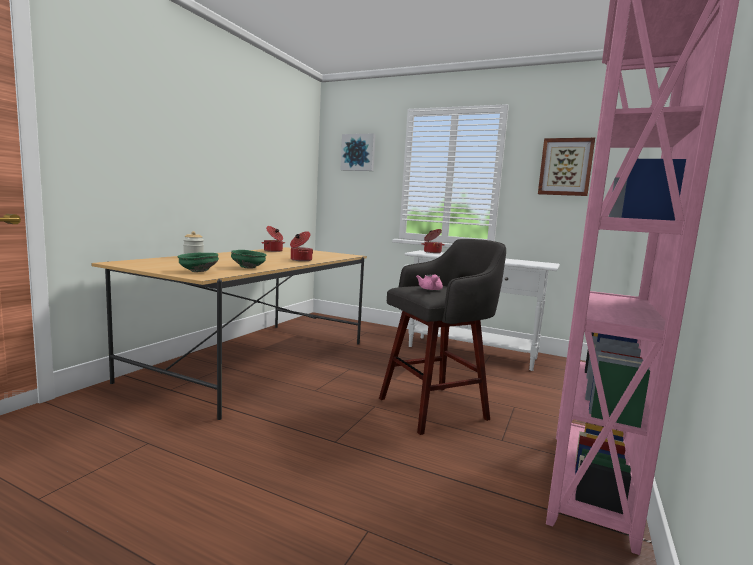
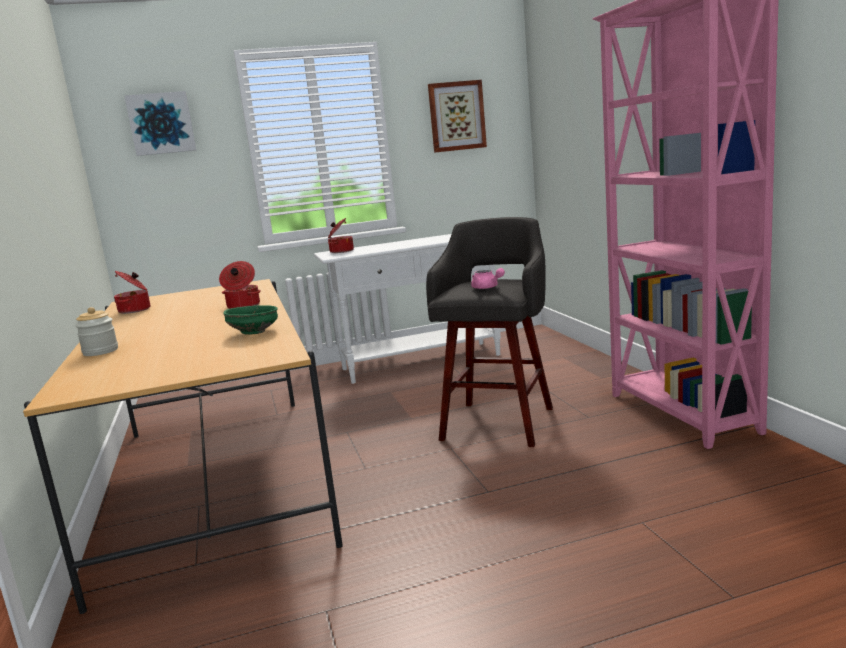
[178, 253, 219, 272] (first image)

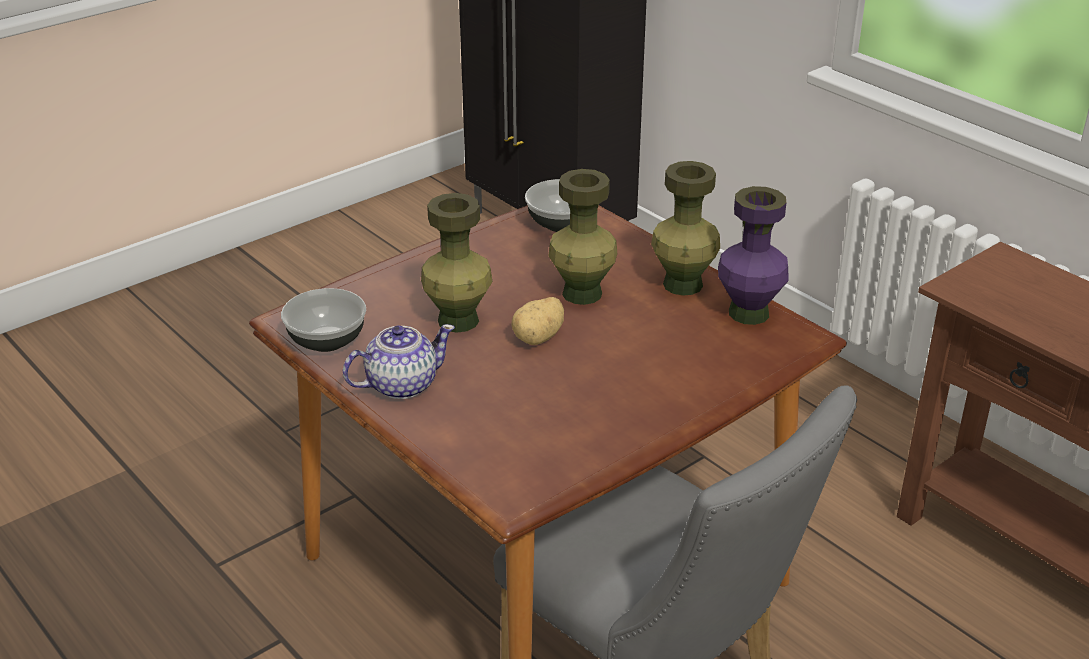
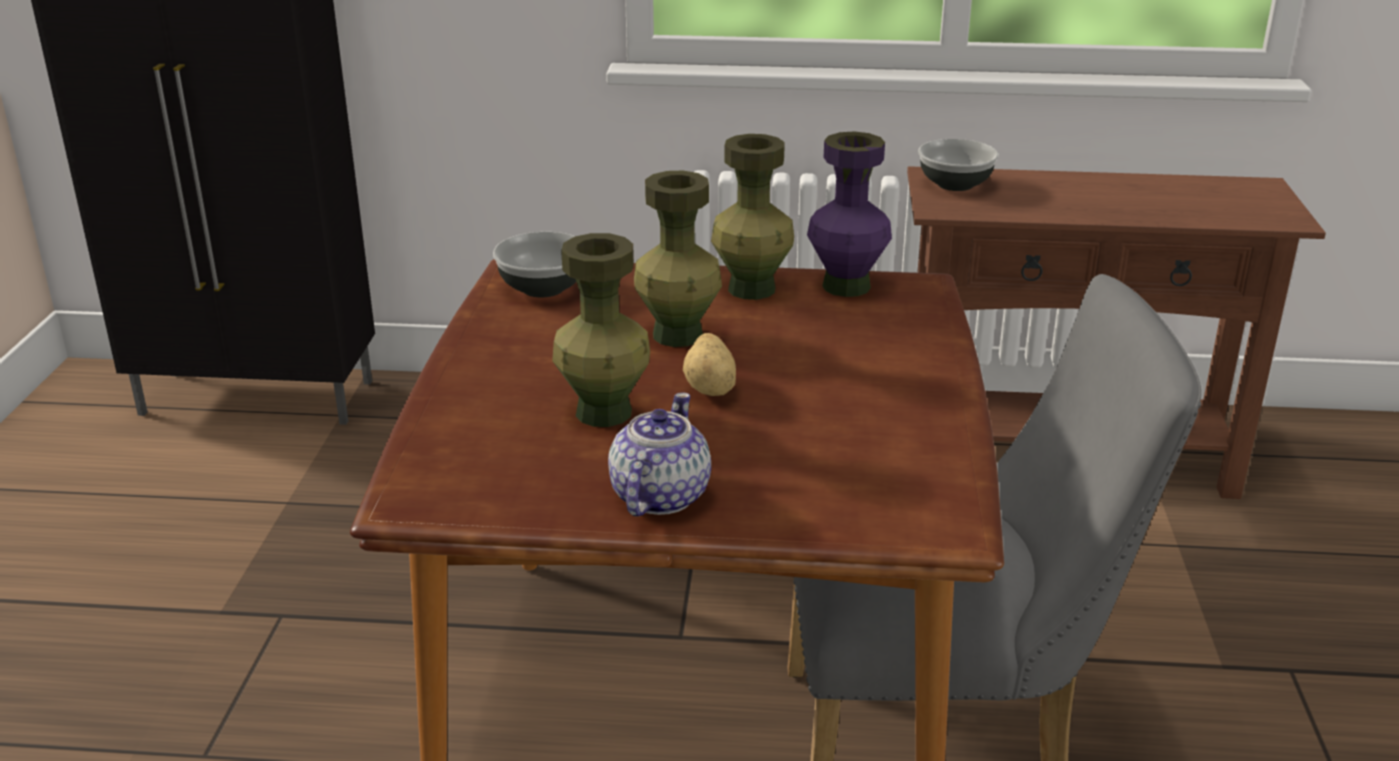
[918, 139, 999, 191]

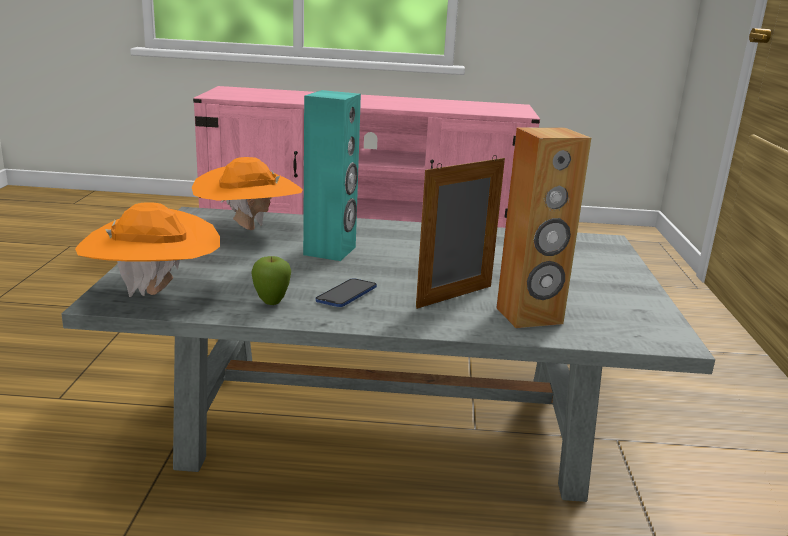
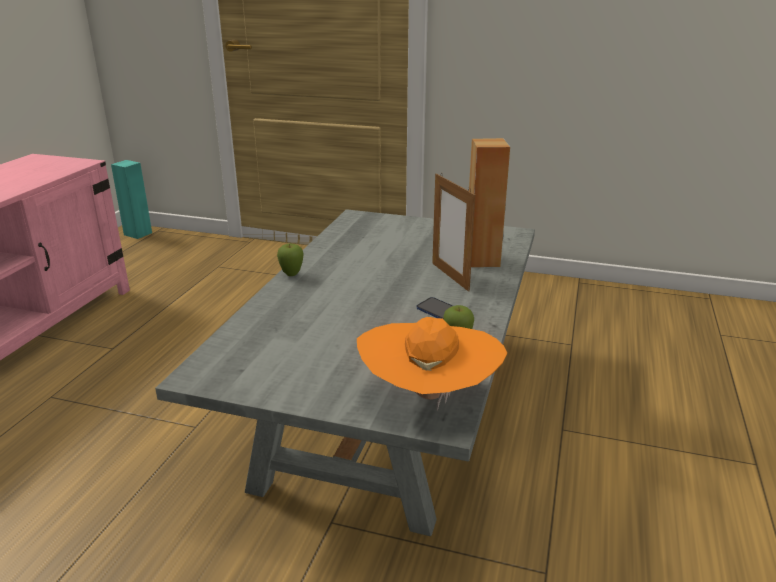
[111, 160, 152, 239]
[277, 244, 304, 276]
[192, 157, 303, 230] (first image)

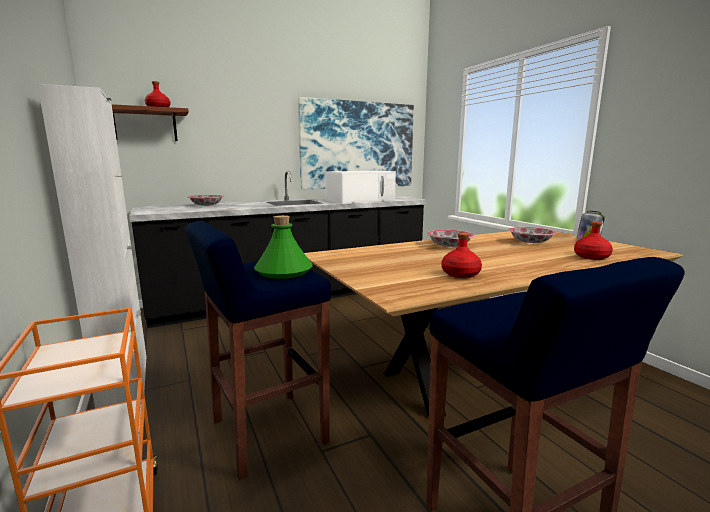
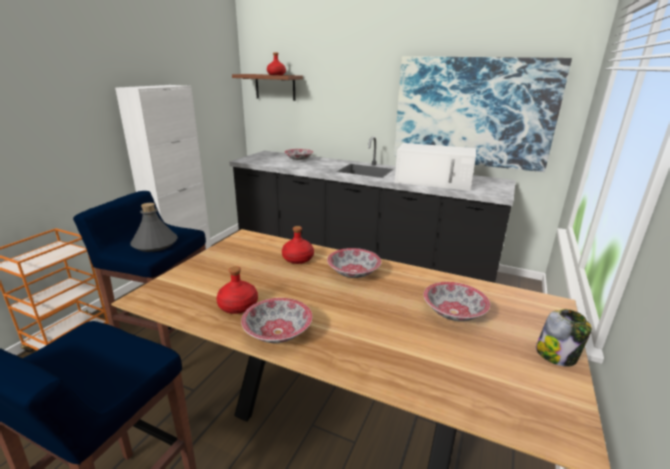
[130, 203, 178, 252]
[241, 298, 312, 343]
[282, 226, 314, 264]

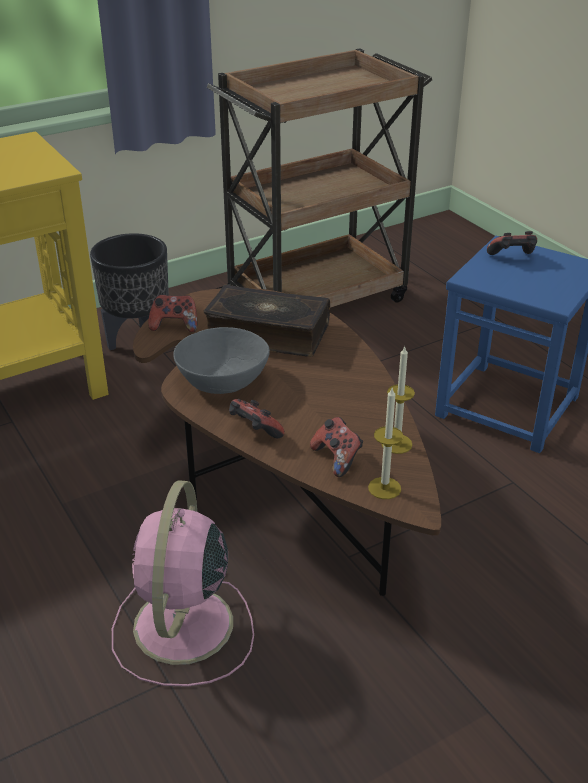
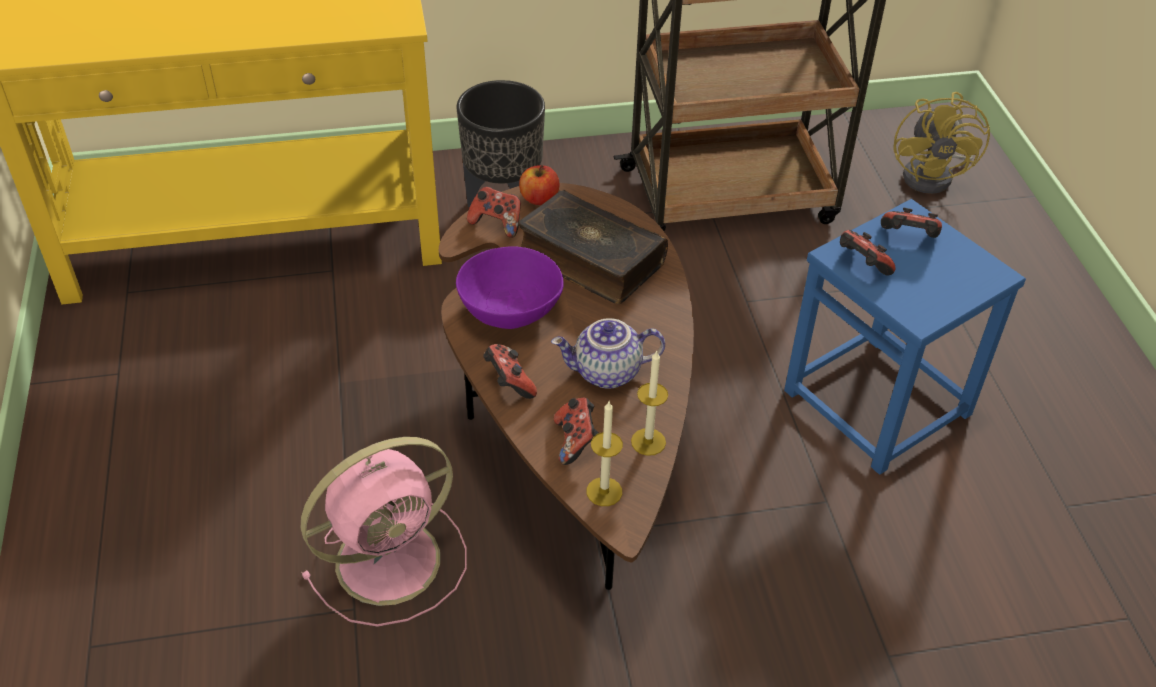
[301, 437, 467, 627]
[456, 246, 564, 329]
[519, 165, 559, 205]
[551, 318, 665, 389]
[840, 230, 896, 276]
[893, 92, 990, 194]

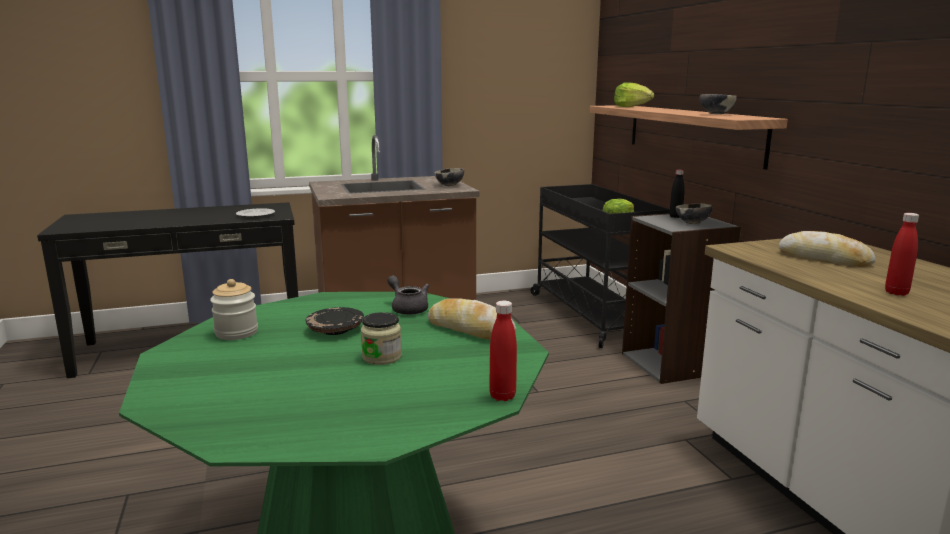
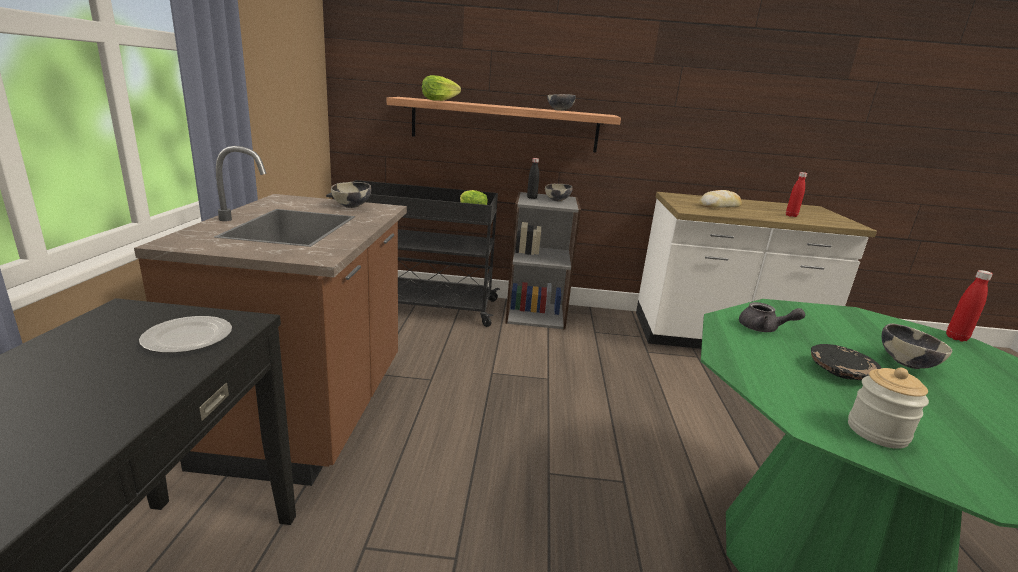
[739, 302, 805, 332]
[882, 324, 953, 369]
[428, 299, 516, 340] (first image)

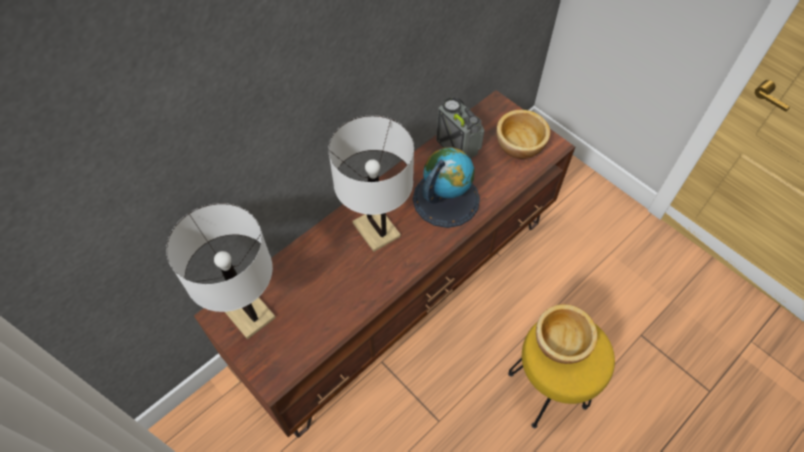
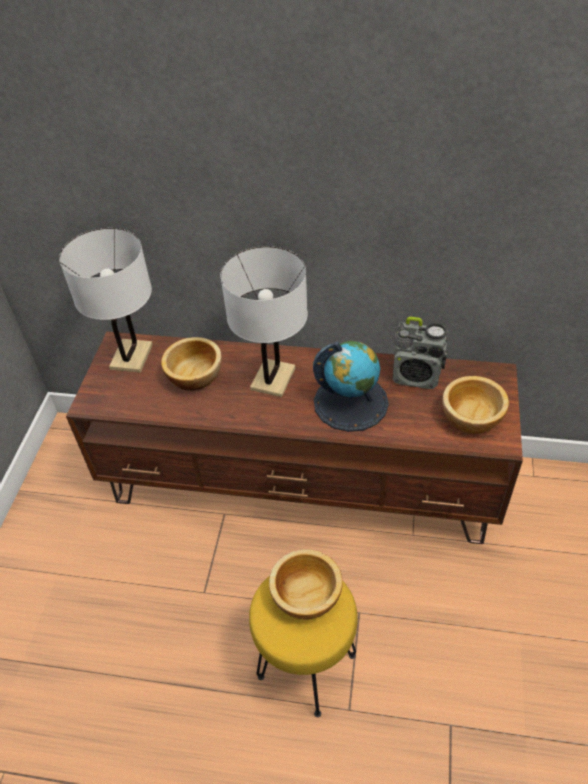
[161, 337, 222, 391]
[393, 317, 448, 389]

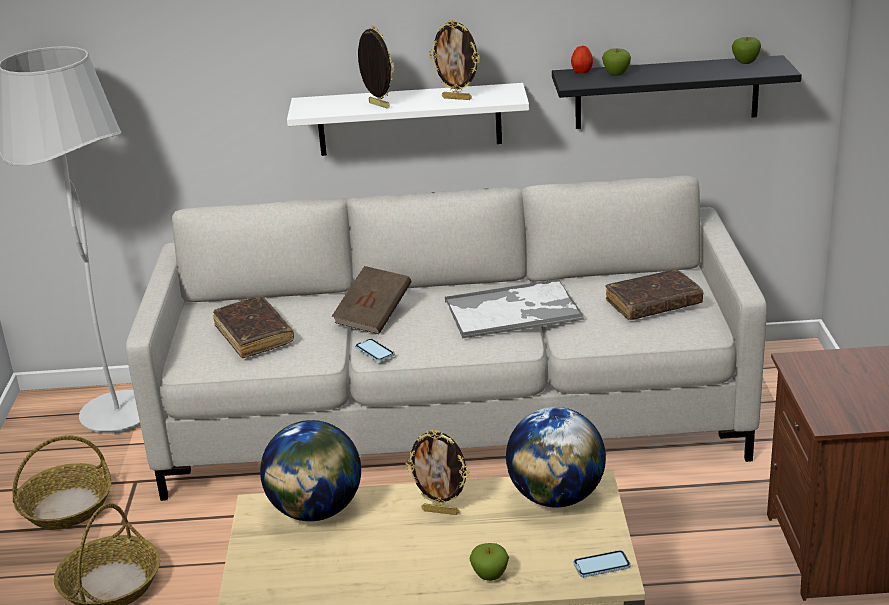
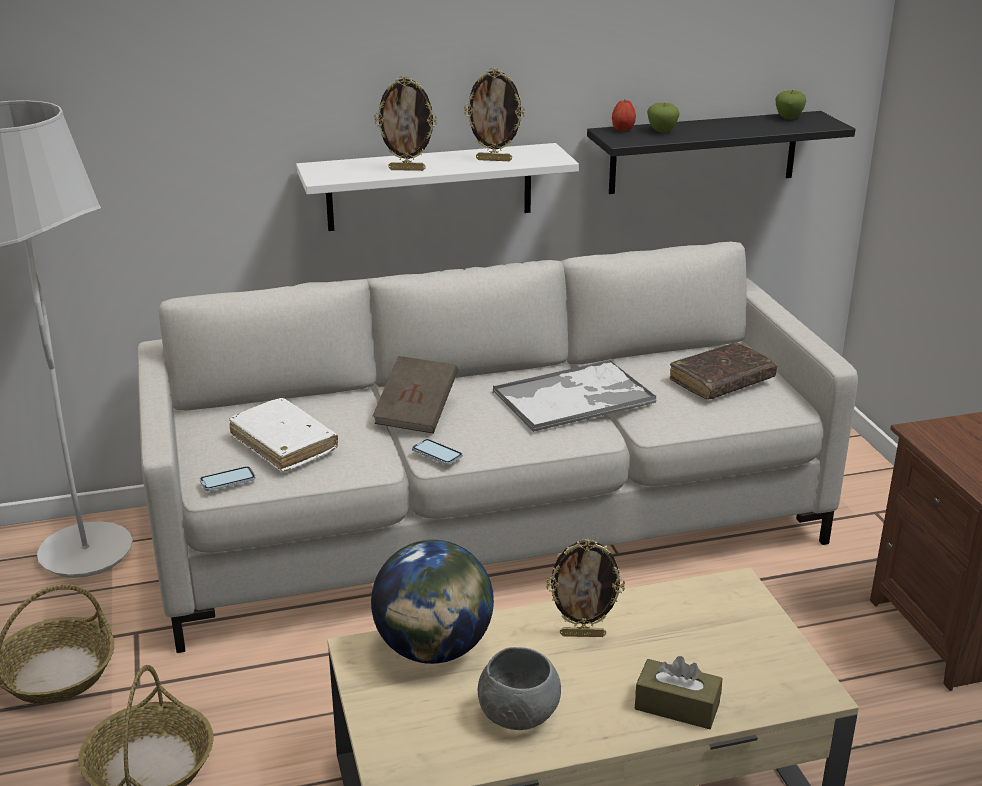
[200, 466, 256, 491]
[229, 398, 338, 472]
[374, 76, 437, 171]
[478, 647, 561, 730]
[635, 656, 722, 729]
[506, 407, 606, 507] (first image)

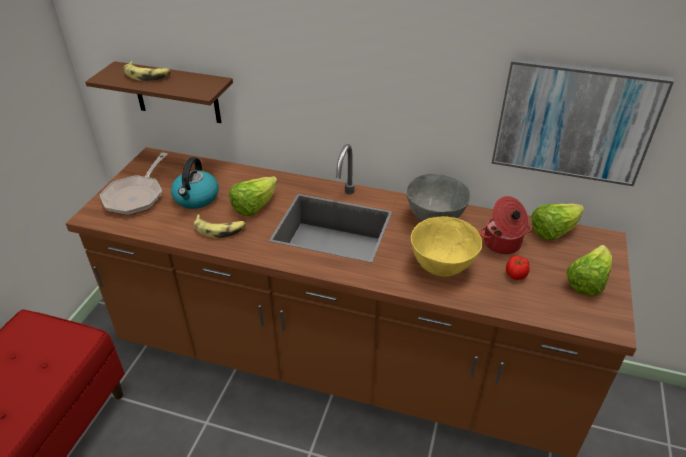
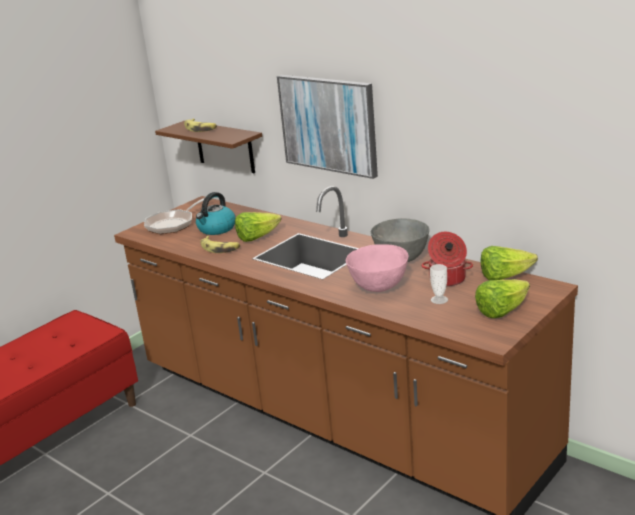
[277, 75, 378, 179]
[346, 244, 409, 292]
[430, 264, 448, 304]

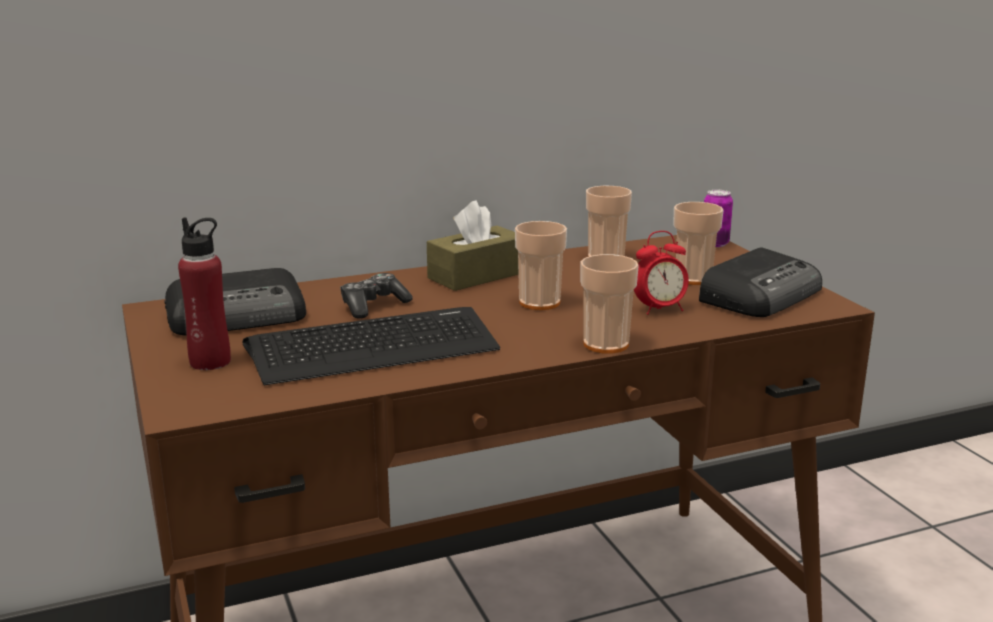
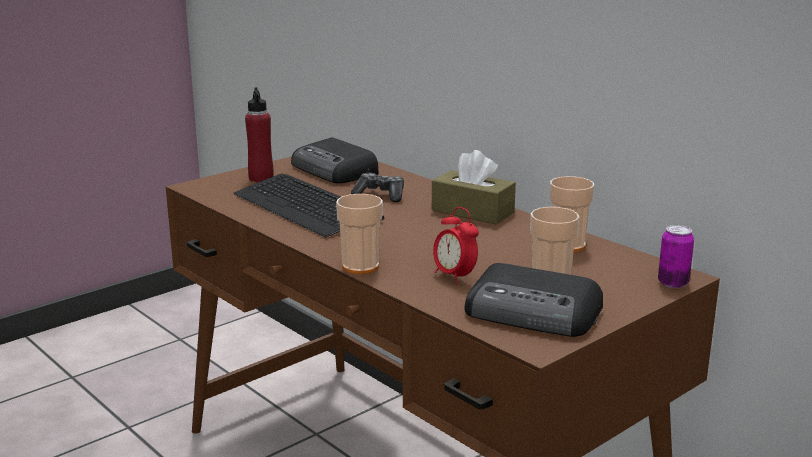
[515, 221, 567, 310] (first image)

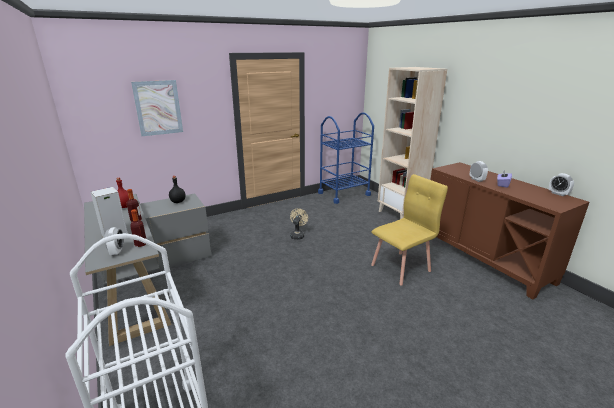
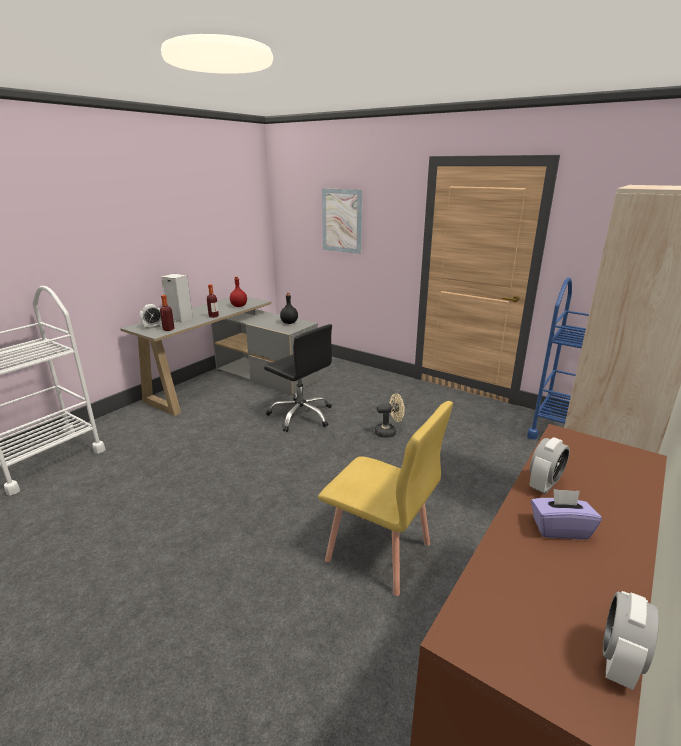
[264, 324, 332, 432]

